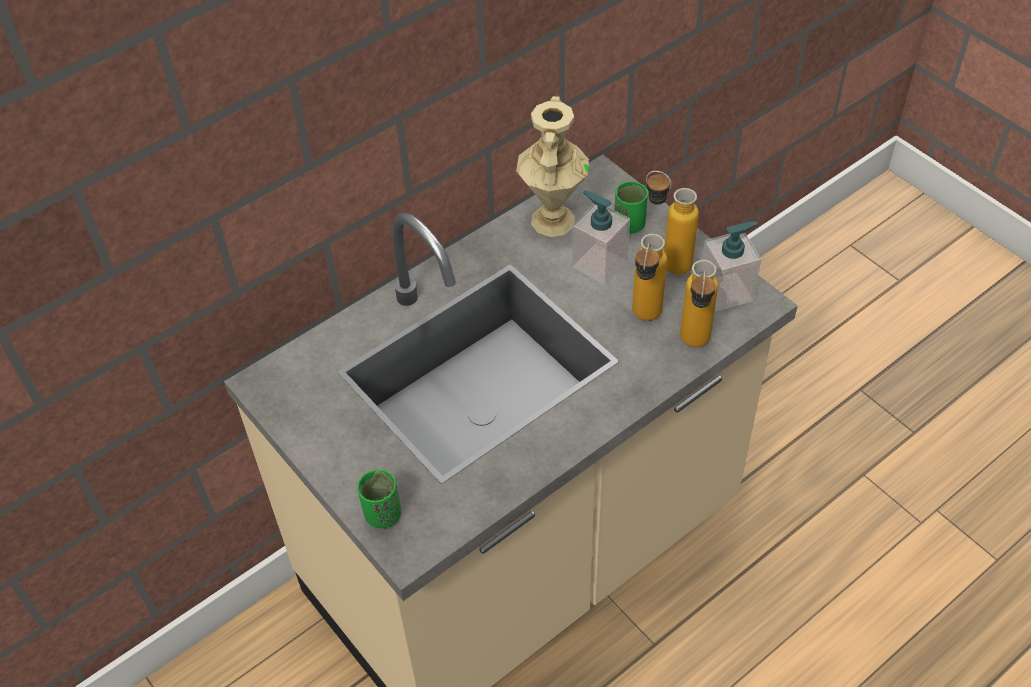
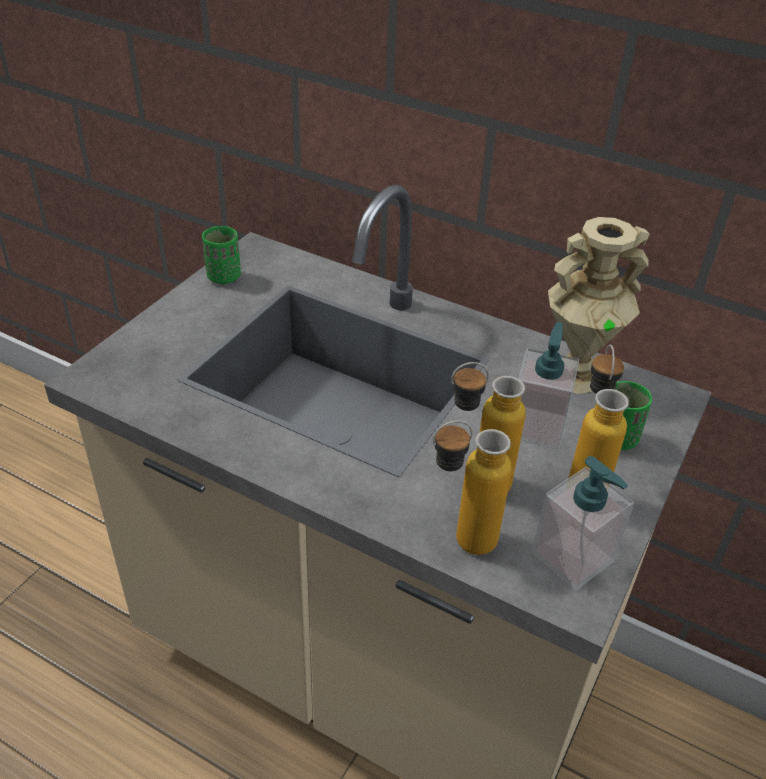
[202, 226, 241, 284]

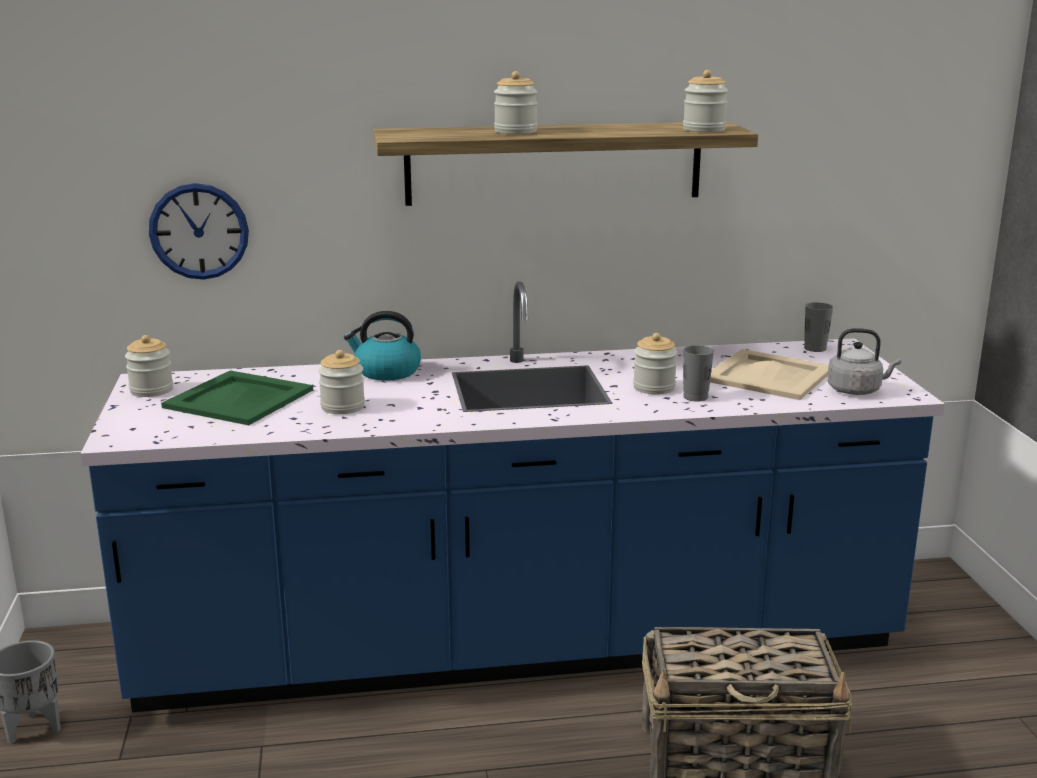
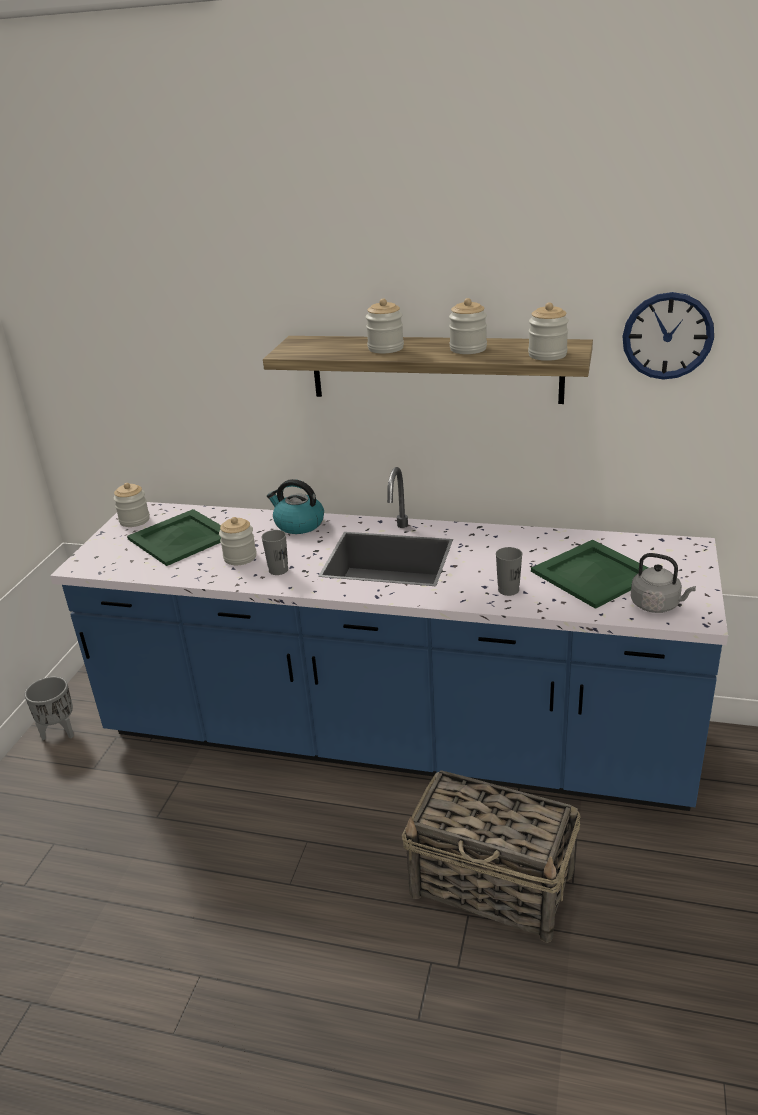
[261, 530, 288, 575]
[449, 298, 487, 354]
[531, 540, 648, 609]
[623, 292, 714, 380]

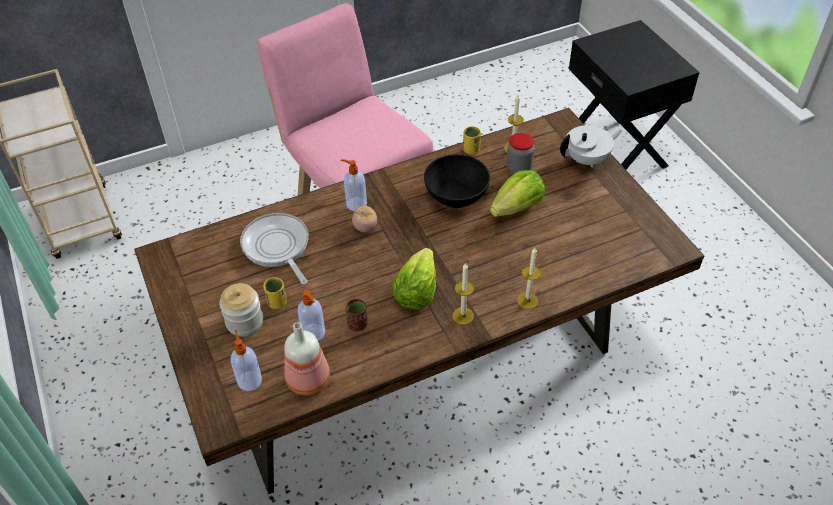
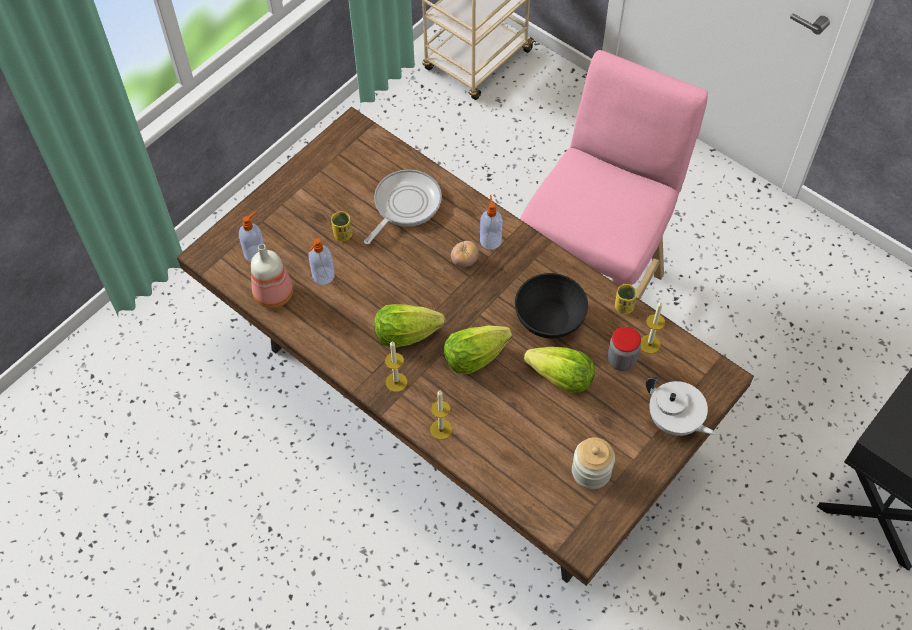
[444, 326, 512, 374]
[572, 437, 615, 490]
[346, 299, 367, 331] (first image)

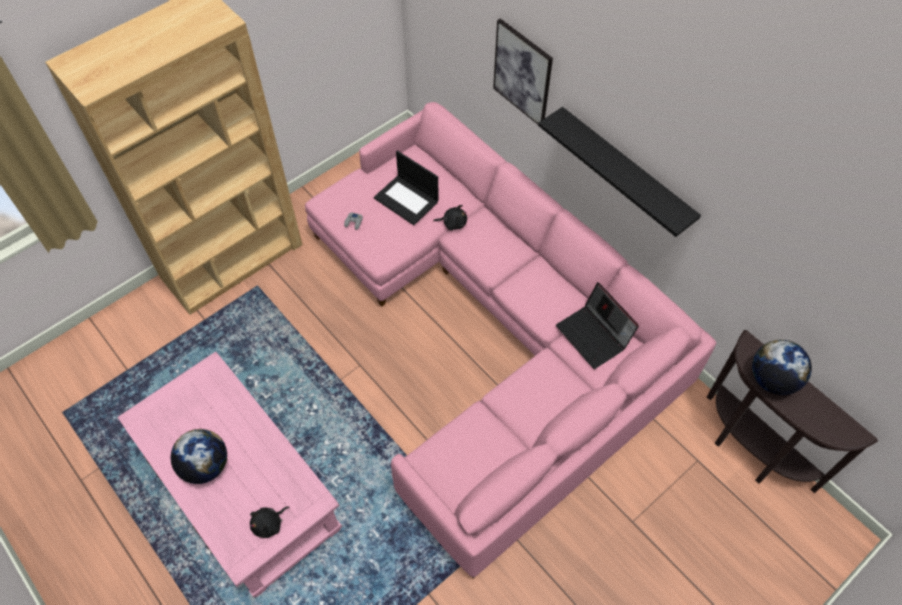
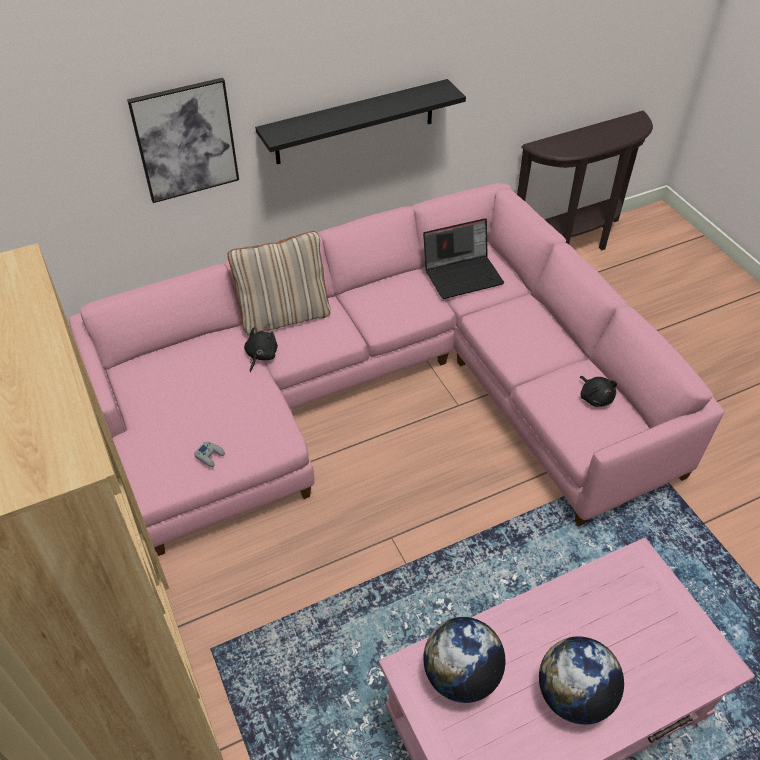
[227, 231, 331, 336]
[423, 617, 505, 703]
[580, 376, 617, 407]
[374, 150, 439, 225] (first image)

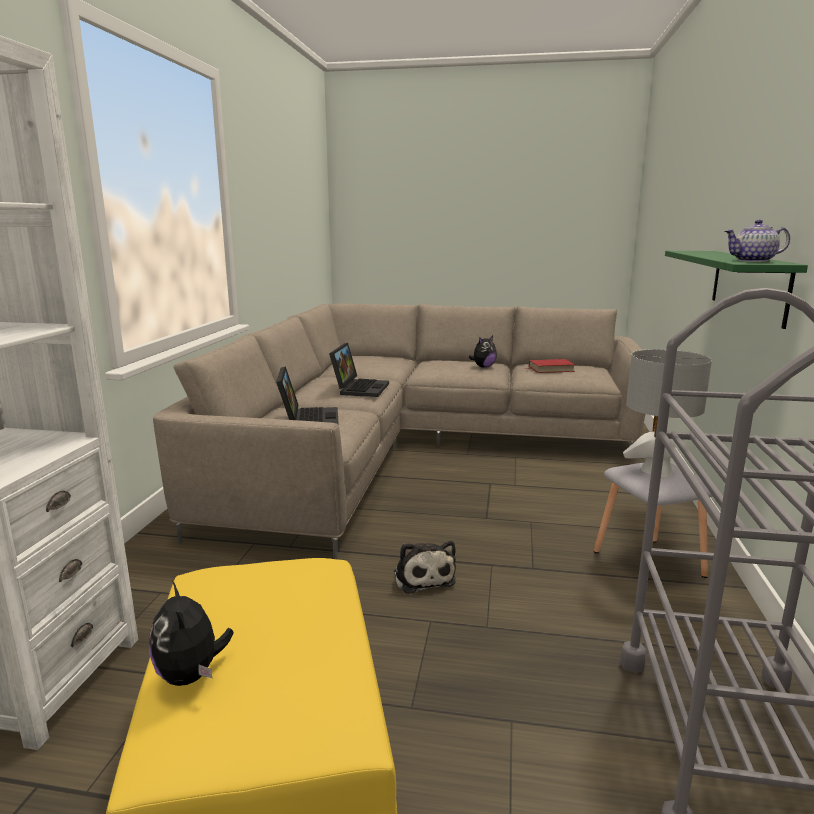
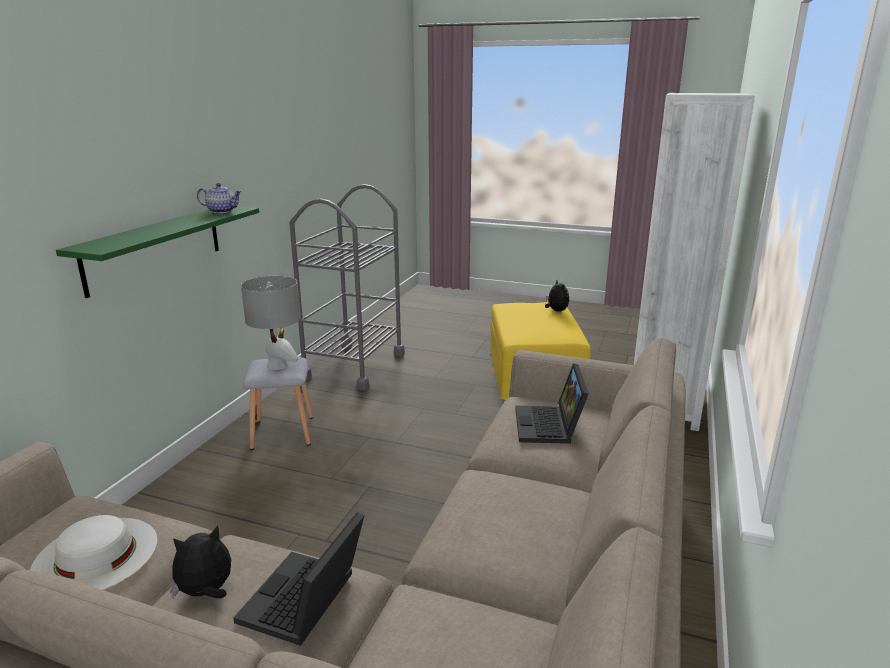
[30, 515, 158, 590]
[233, 512, 364, 646]
[394, 541, 456, 594] (first image)

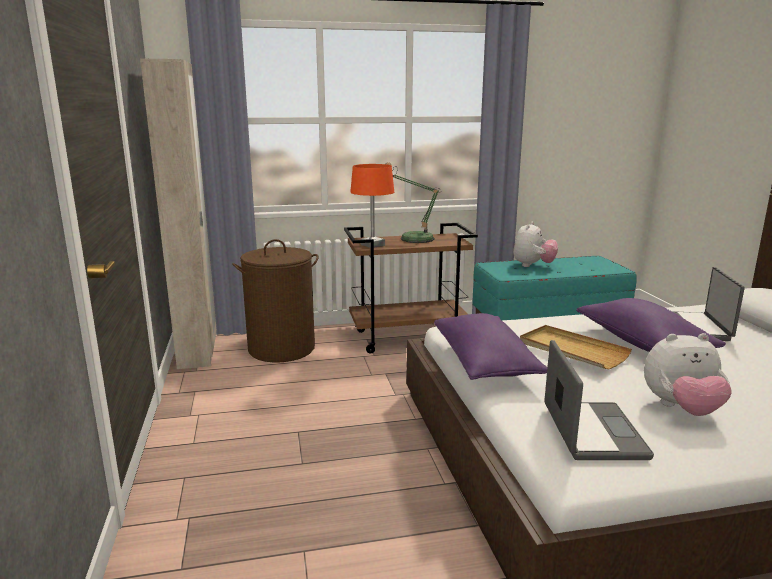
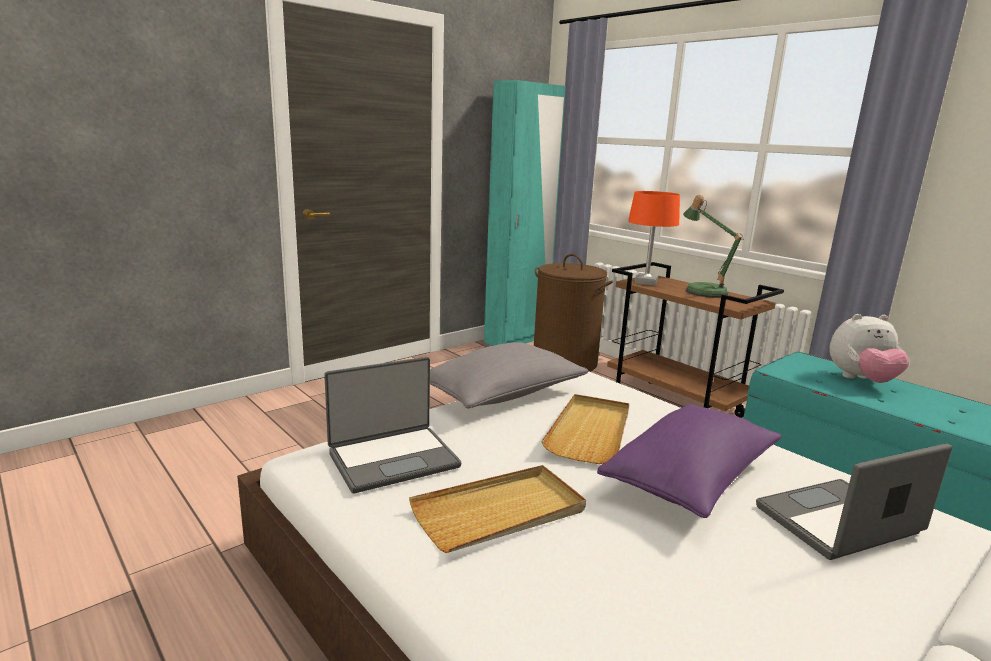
[409, 465, 586, 553]
[430, 342, 589, 408]
[484, 80, 566, 346]

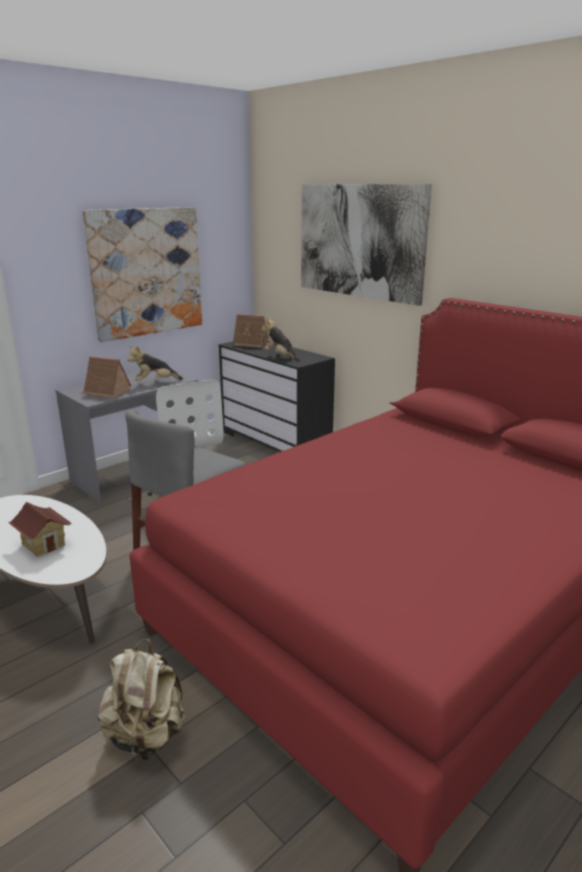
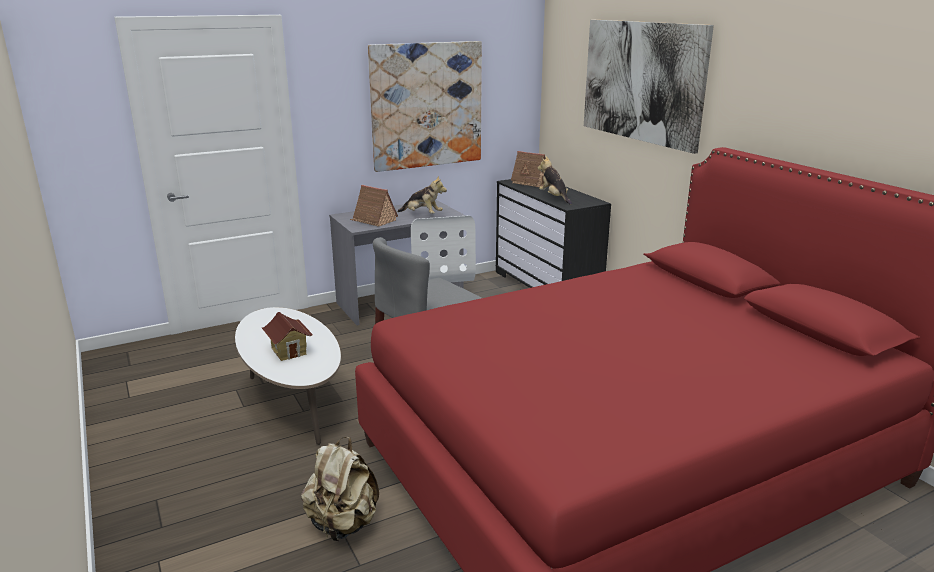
[398, 176, 447, 214]

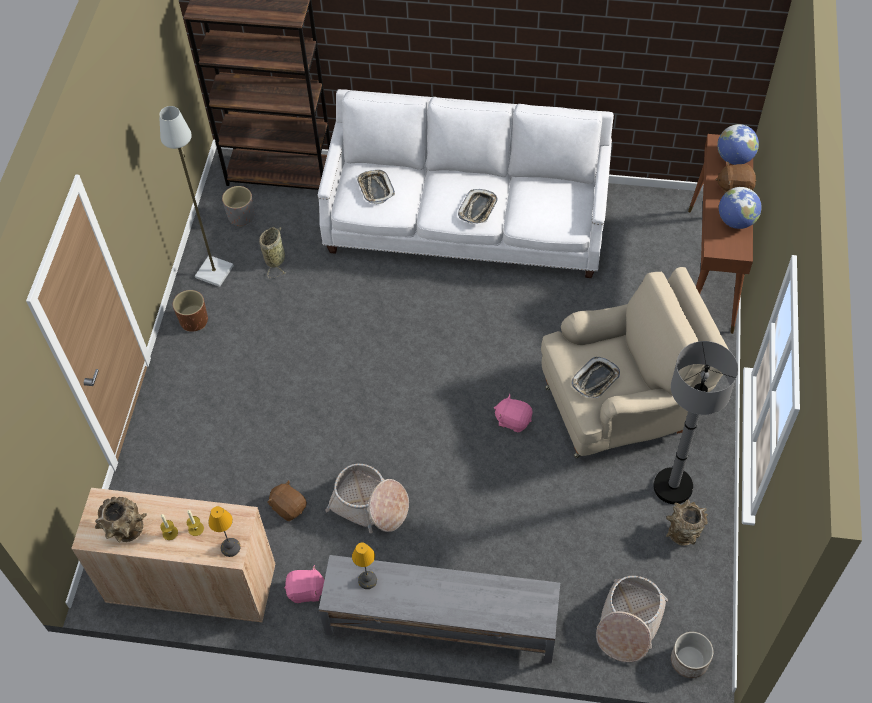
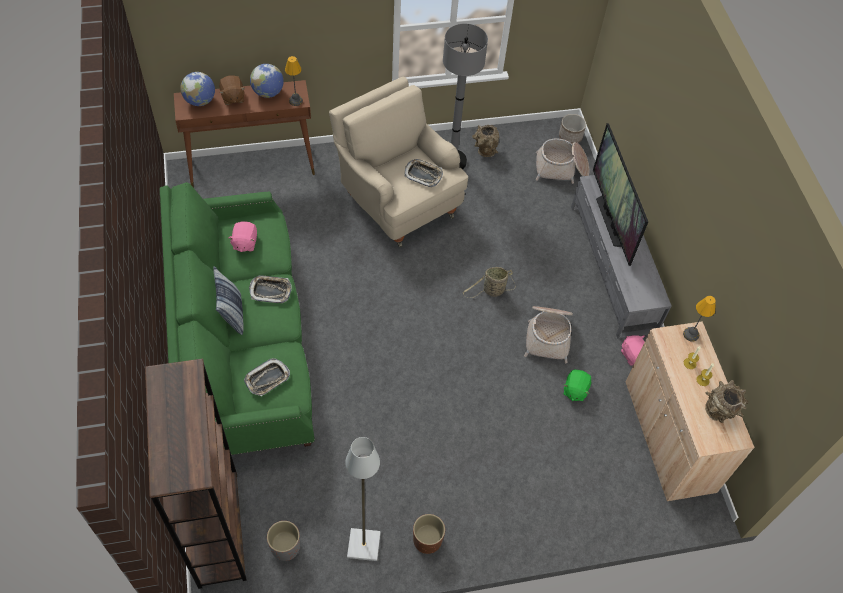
[160, 182, 315, 455]
[213, 266, 243, 335]
[228, 221, 257, 252]
[285, 56, 303, 106]
[463, 267, 516, 298]
[564, 370, 591, 401]
[593, 123, 648, 266]

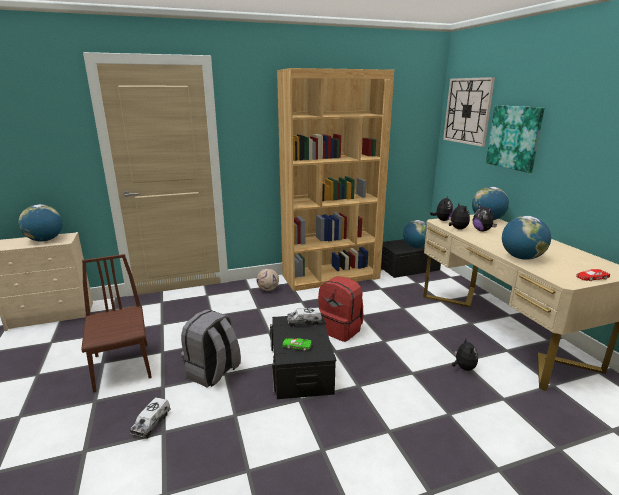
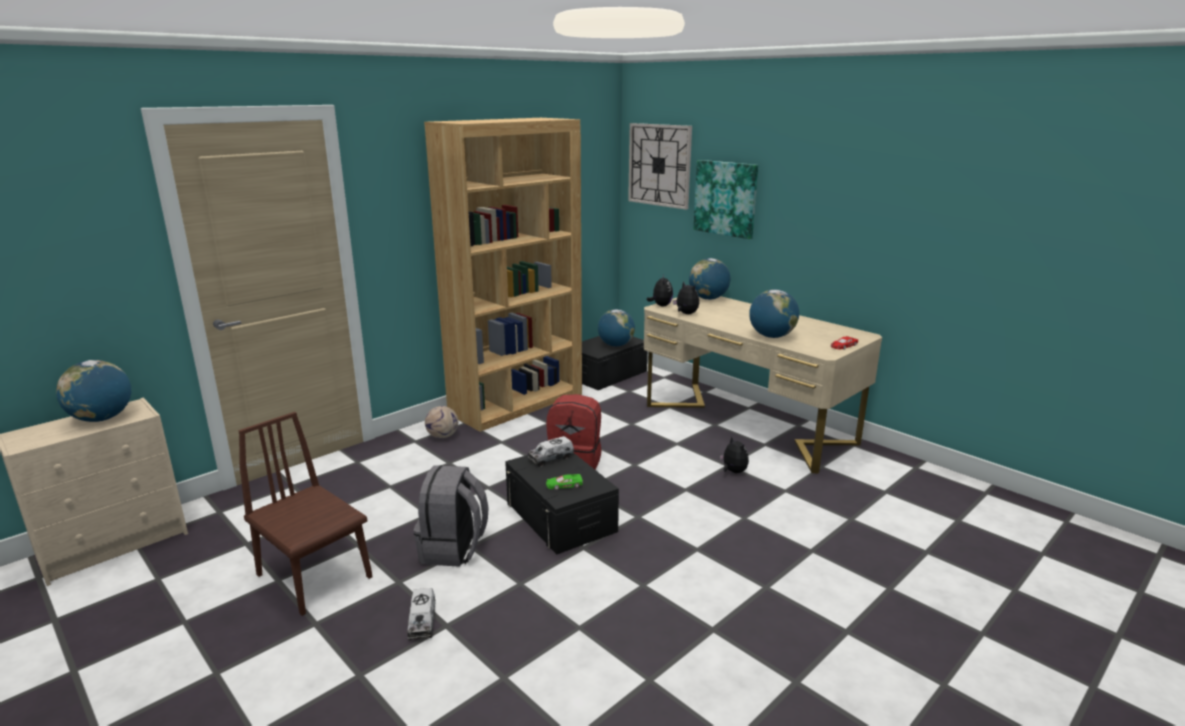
[473, 204, 497, 231] (first image)

